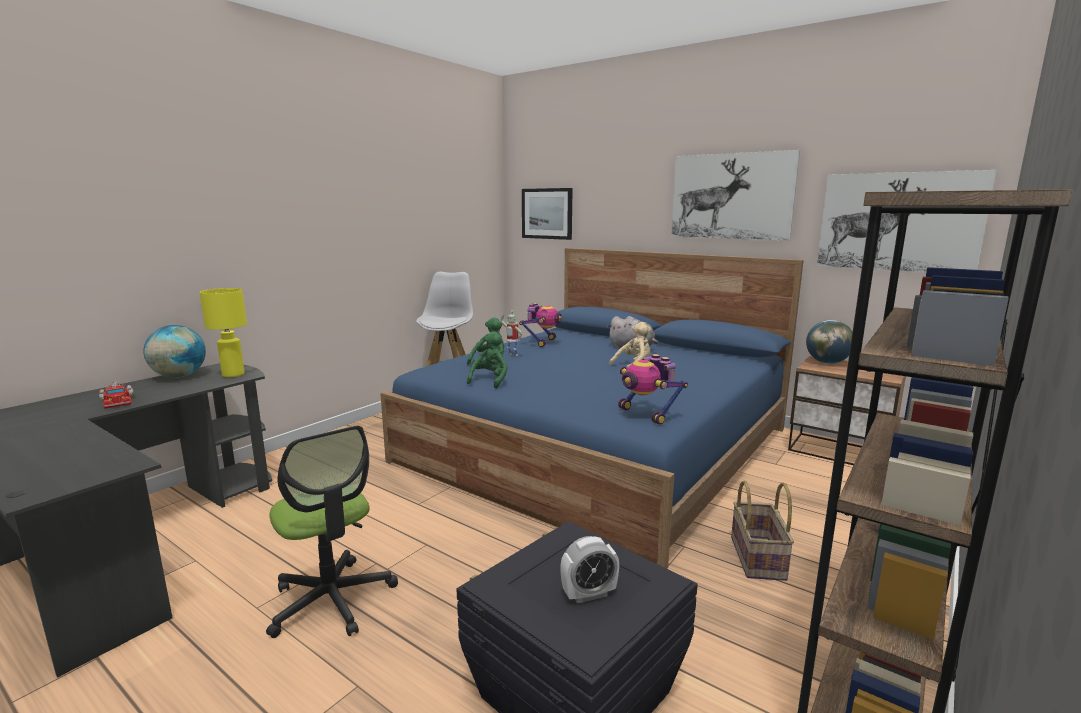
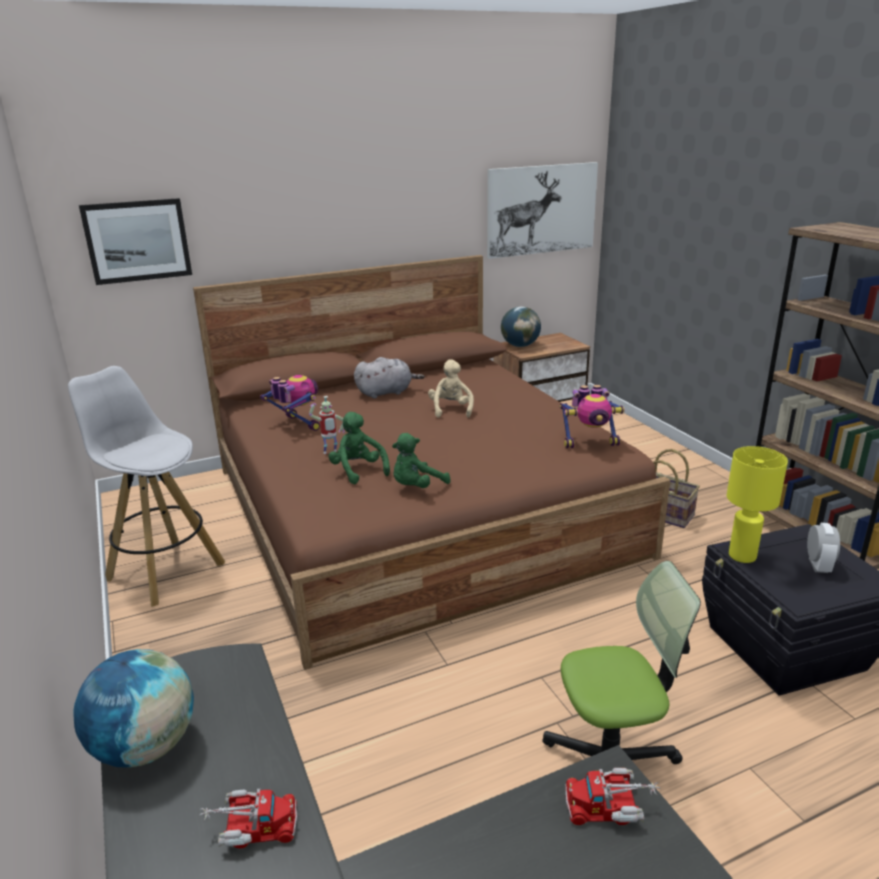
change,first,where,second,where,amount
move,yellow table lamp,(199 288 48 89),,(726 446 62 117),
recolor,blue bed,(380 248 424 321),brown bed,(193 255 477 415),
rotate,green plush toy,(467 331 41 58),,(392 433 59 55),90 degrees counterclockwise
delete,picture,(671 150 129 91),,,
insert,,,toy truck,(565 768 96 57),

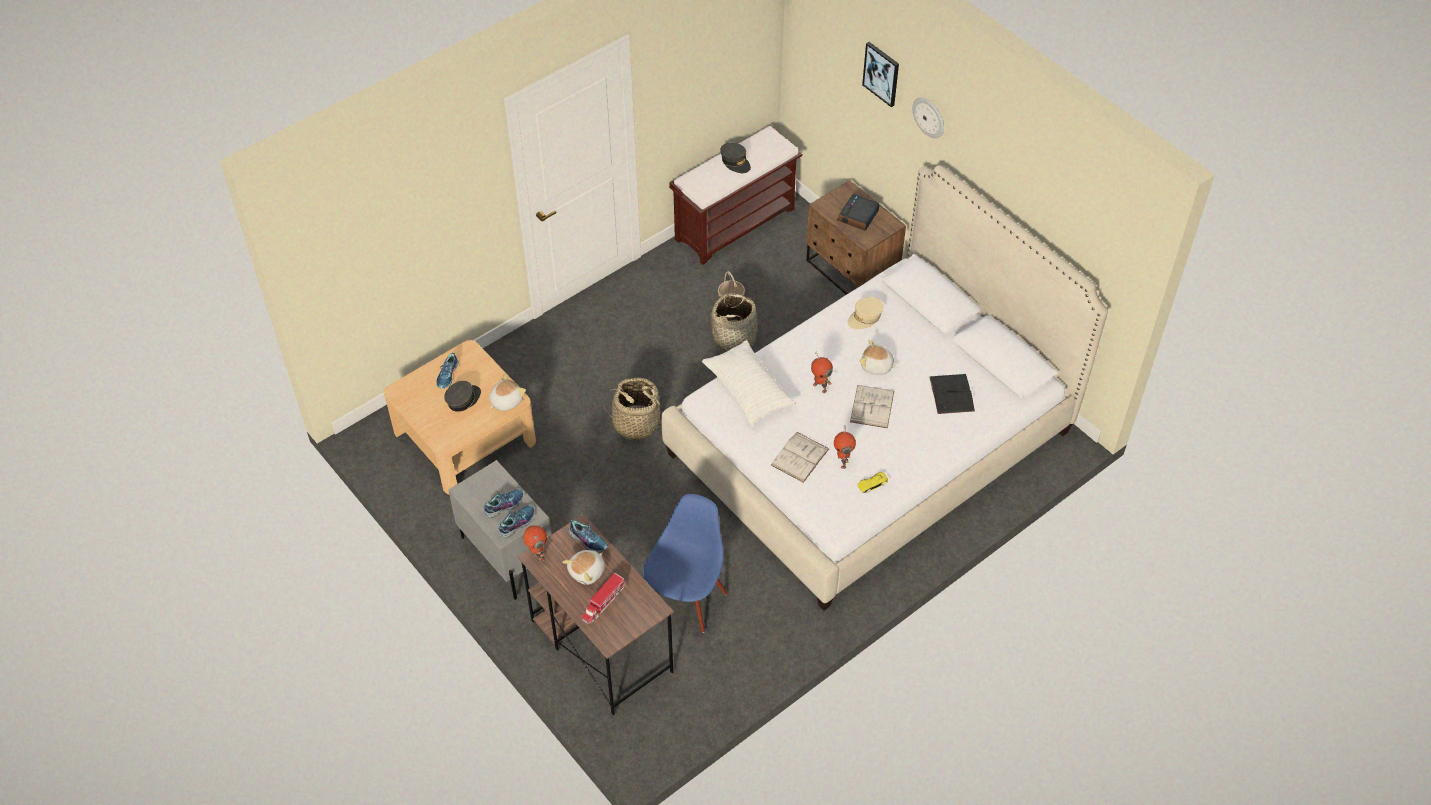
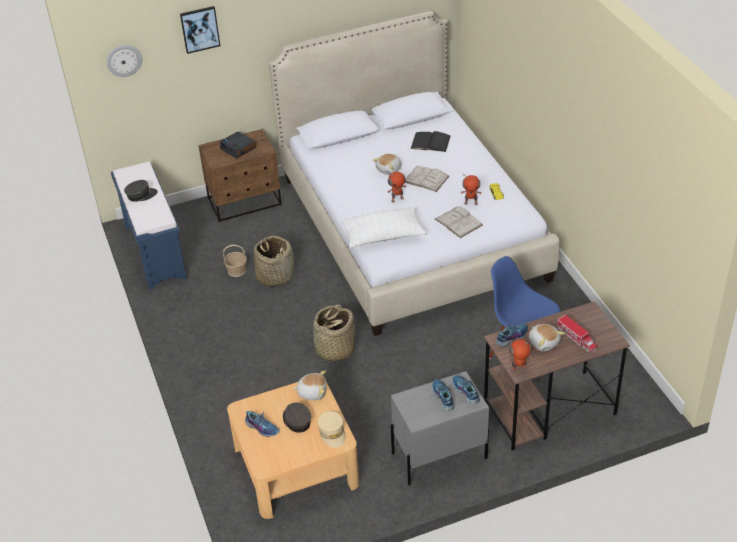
change,first,where,second,where,amount
rotate,plush toy,(489 374 37 37),,(293 371 34 29),120 degrees clockwise
recolor,brown bench,(669 125 133 140),blue bench,(111 162 76 128),
move,beige cap,(848 297 36 32),,(318 411 28 37),
move,wall clock,(913 98 31 40),,(107 45 35 32),

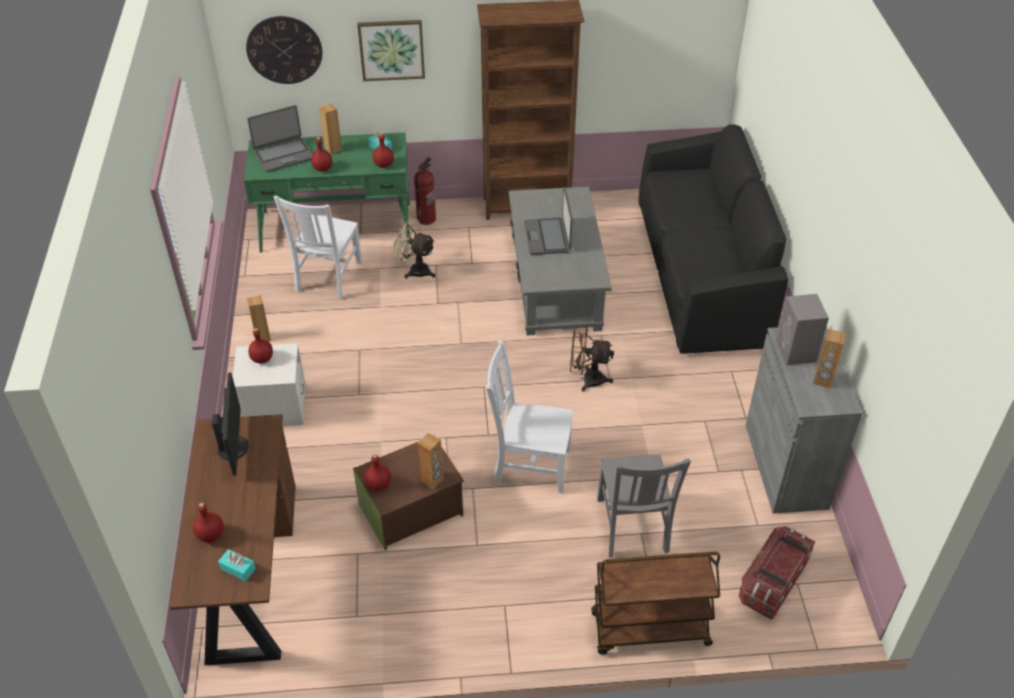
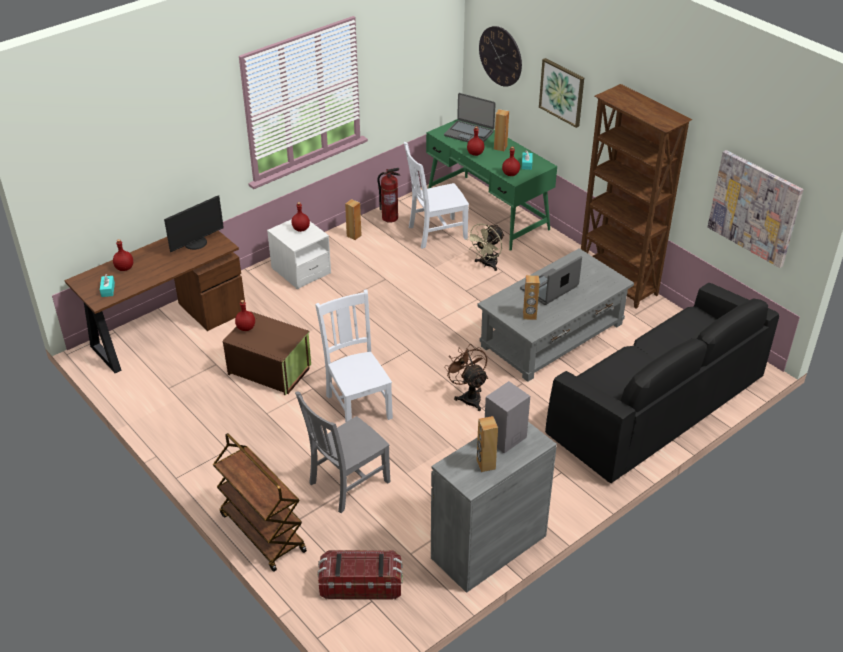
change,first,where,second,where,amount
rotate,beige fan,(389 217 47 62),,(466 224 39 47),135 degrees counterclockwise
move,fire extinguisher,(414 157 22 68),,(377 168 23 55),
move,brown speaker,(417 433 26 57),,(523 275 17 45),
insert,,,picture,(708 150 95 118),

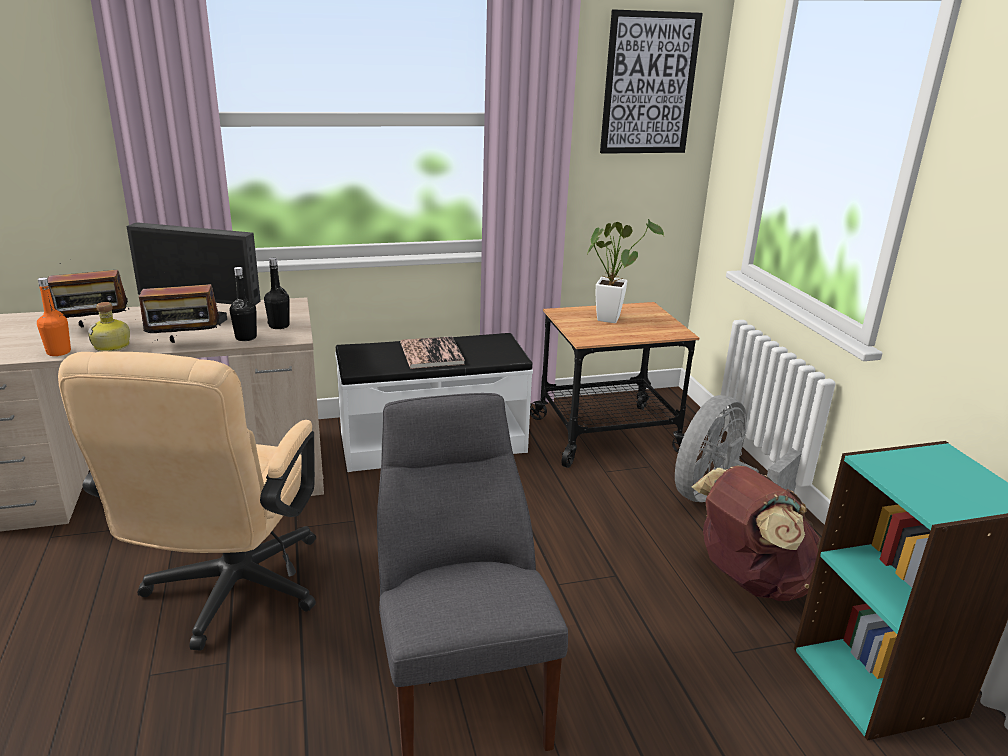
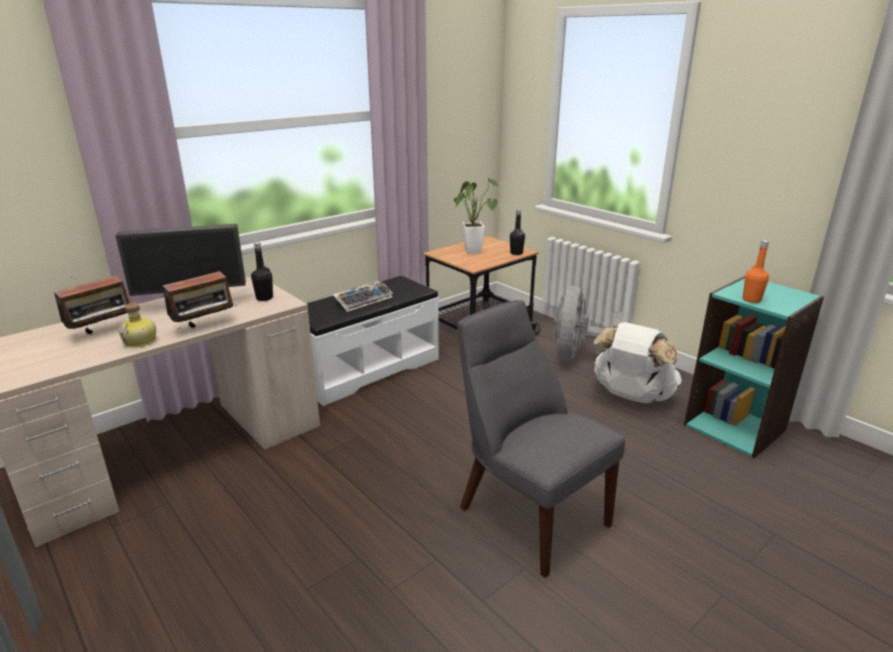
change,first,where,second,where,amount
move,orange bottle,(37 277 34 79),,(743 240 26 63),
delete,beige office chair,(58 351 258 300),,,
move,black bottle,(230 267 27 74),,(510 210 15 45),
replace,book,(400 336 65 33),keyboard,(333 281 60 31),
delete,picture,(600 9 103 145),,,
recolor,brown backpack,(692 465 128 136),white backpack,(593 322 89 81),

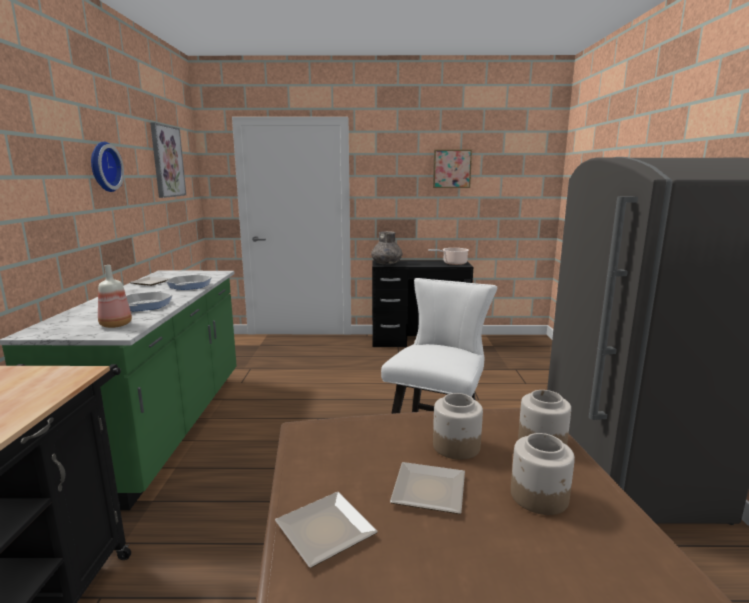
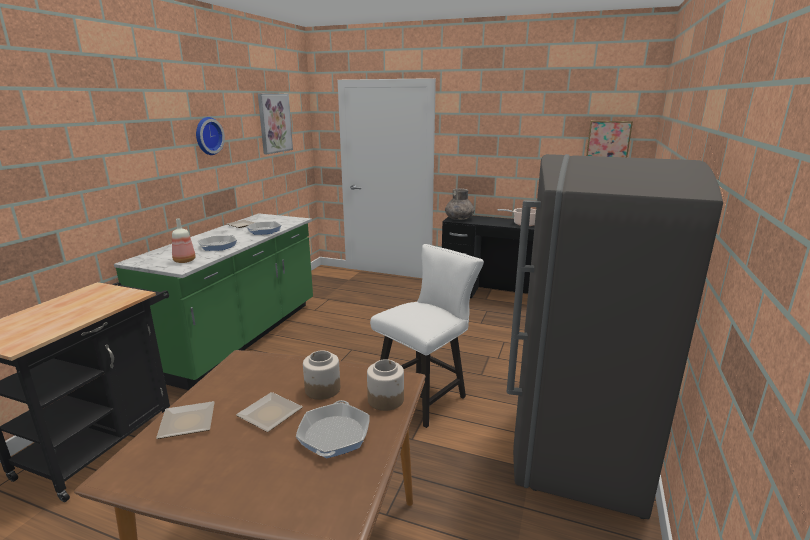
change,first,where,second,where,amount
move,picture,(433 149 39 39),,(586 121 47 36),
replace,jar,(511 433 64 82),frying pan,(296 400 74 58),

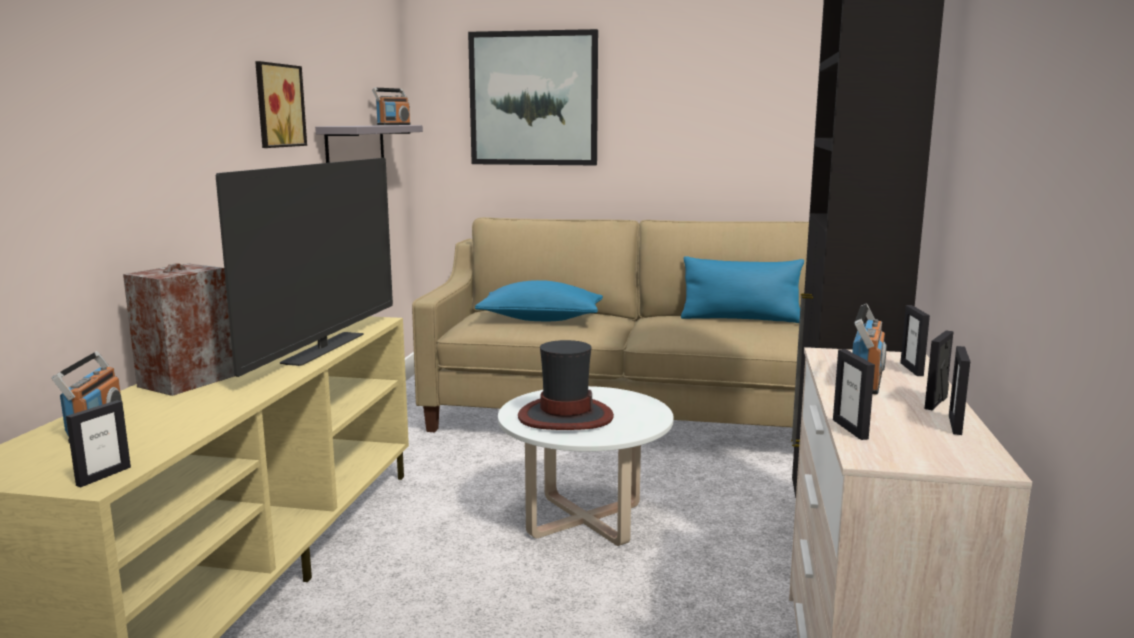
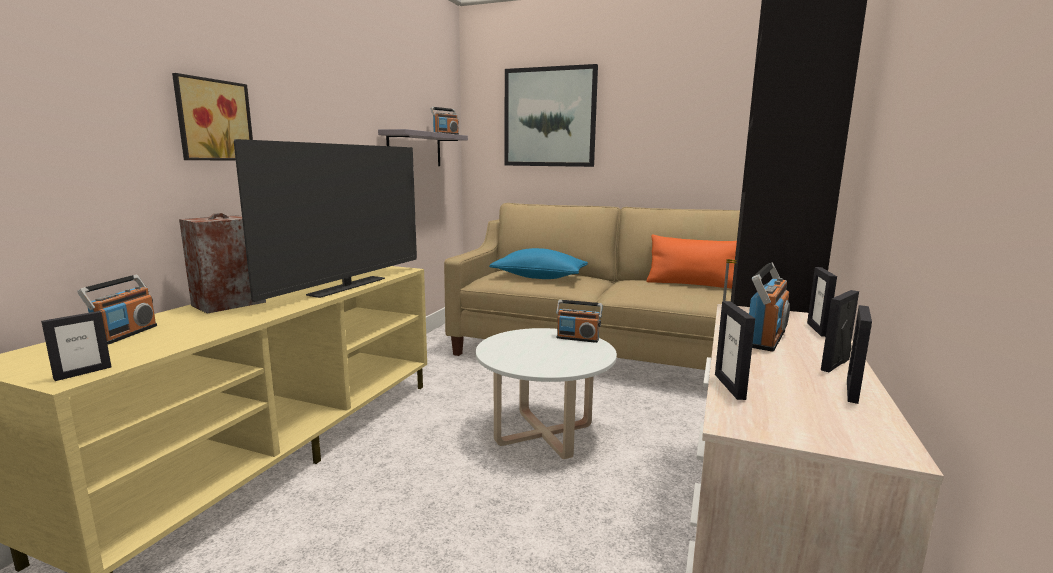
change,first,where,second,where,amount
move,picture,(255 61 52 87),,(172 73 81 88),
delete,hat,(518 340 96 90),,,
recolor,blue pillow,(681 256 123 67),orange pillow,(647 235 90 54),
insert,,,radio,(556 300 47 43),

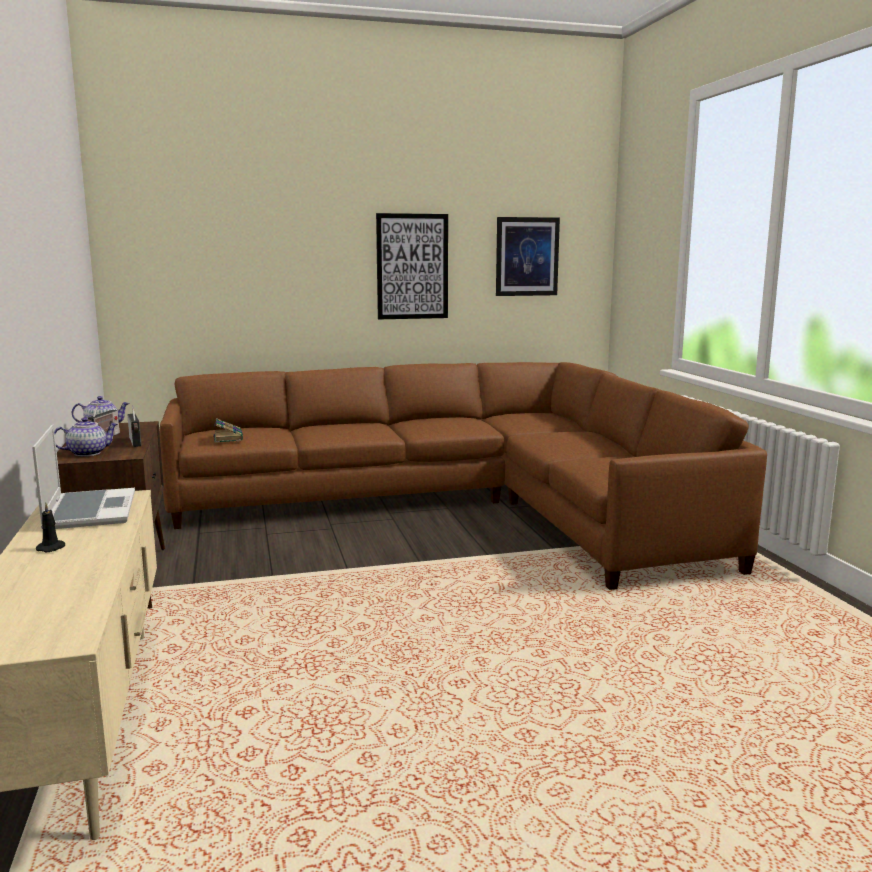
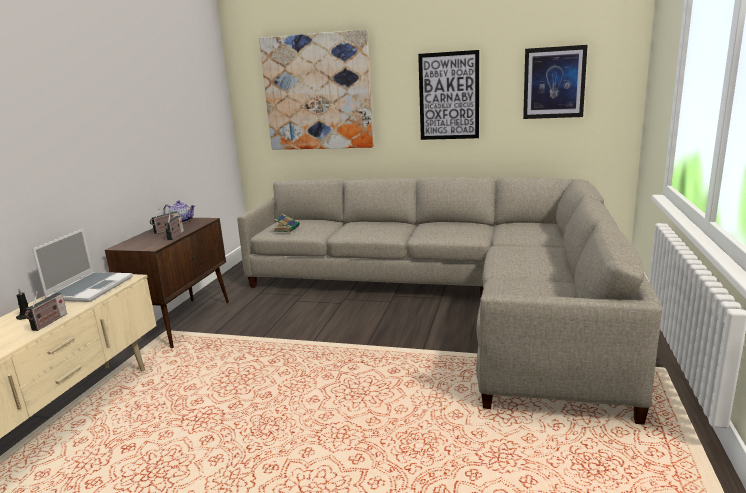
change,first,where,second,where,amount
delete,teapot,(54 417 64 39),,,
recolor,brown sofa,(159 362 608 228),grey sofa,(237 177 425 248),
insert,,,radio,(25 291 42 40),
insert,,,picture,(259 29 115 121),

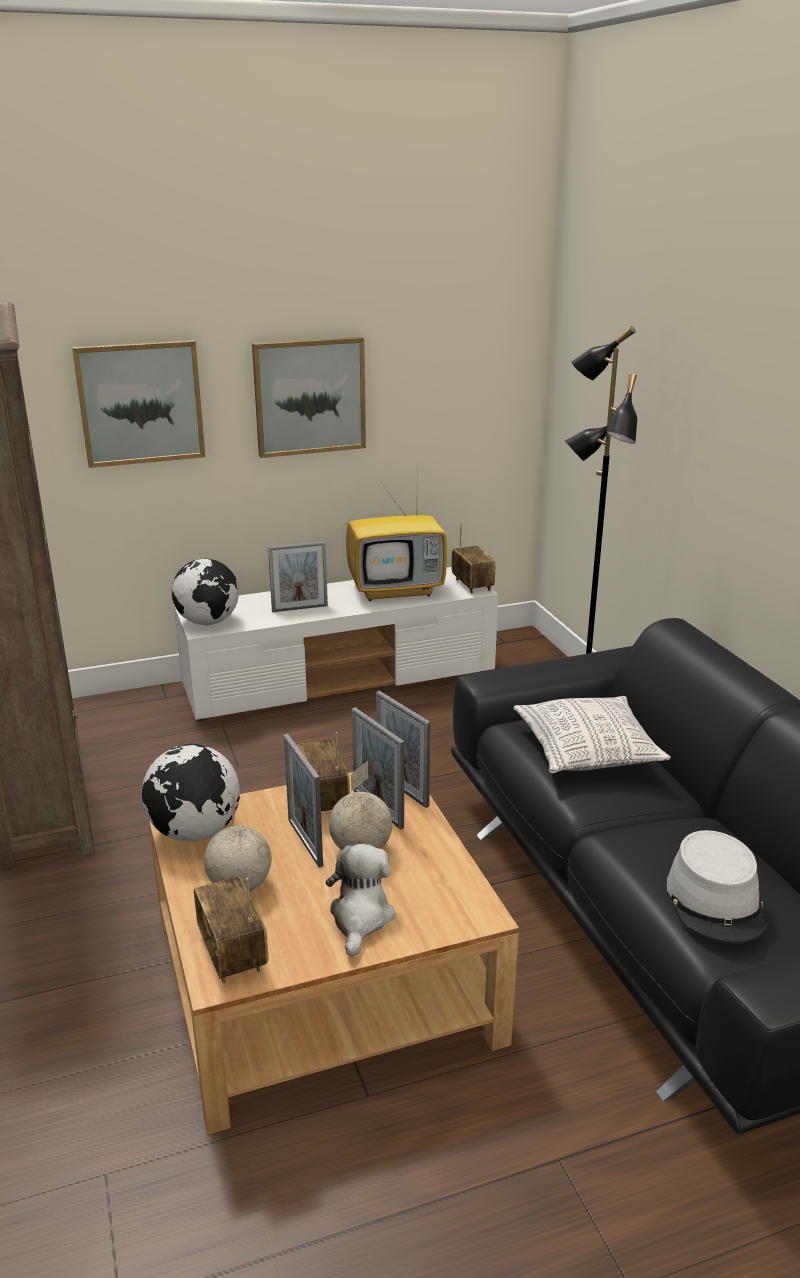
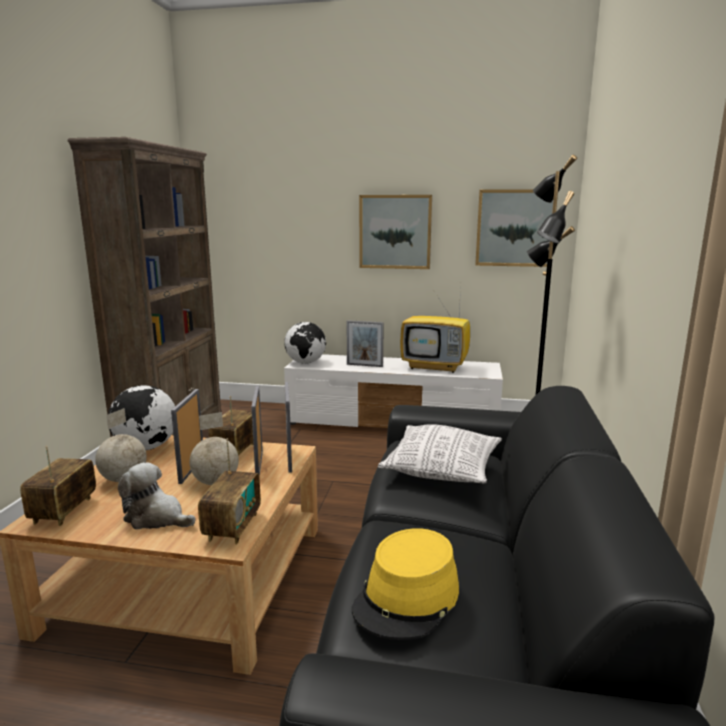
change,first,where,second,where,amount
move,picture,(72 340 133 128),,(475 189 78 78),
rotate,plush toy,(326 844 69 113),,(118 462 78 67),105 degrees counterclockwise
move,radio,(451 523 45 71),,(198 438 63 106),
recolor,grey hat,(667 830 99 114),yellow hat,(352 528 107 112),

